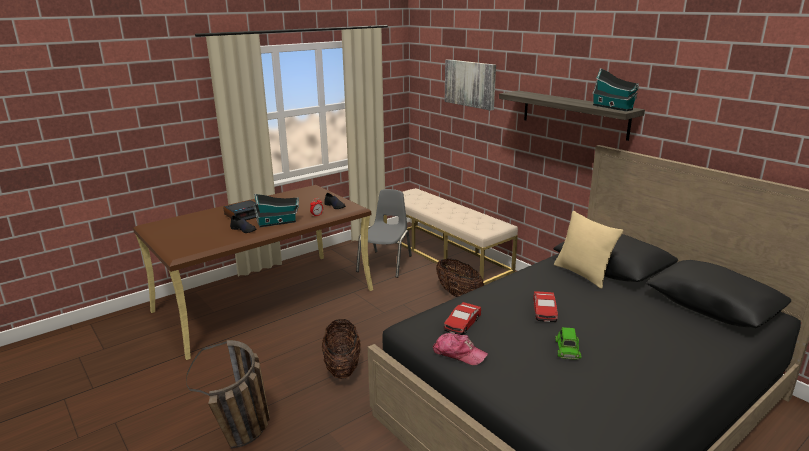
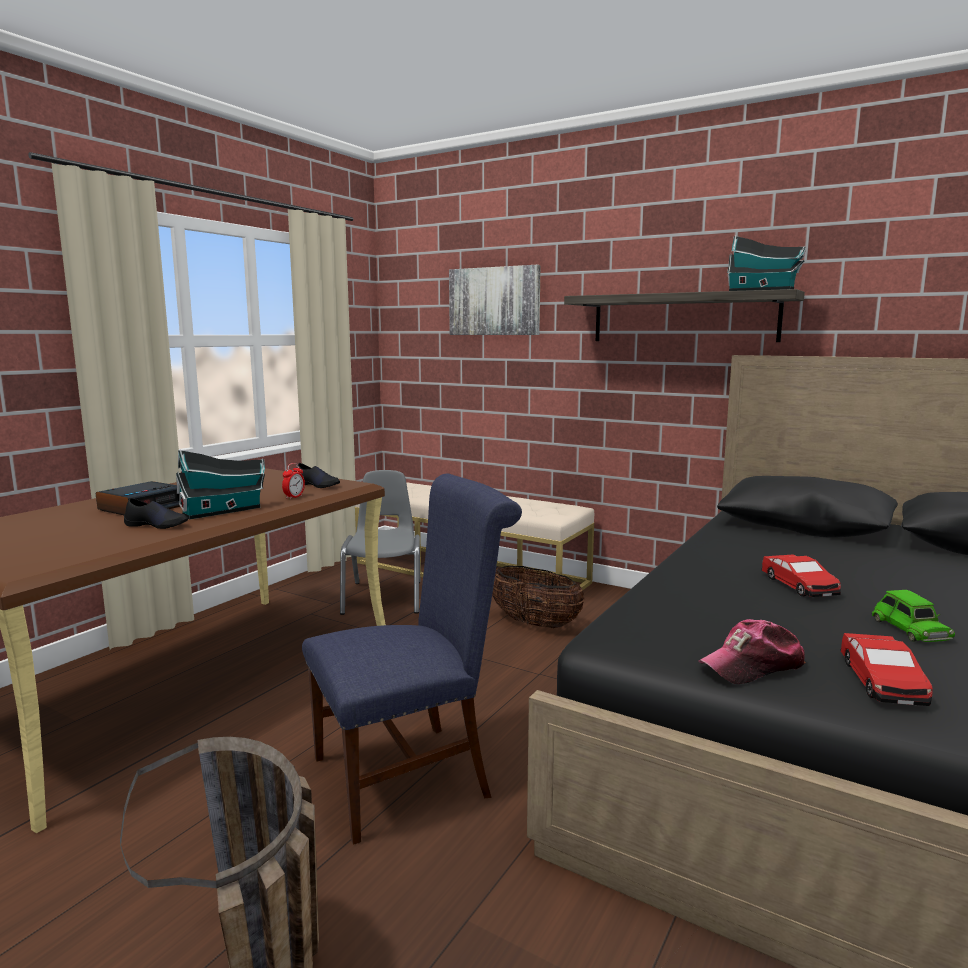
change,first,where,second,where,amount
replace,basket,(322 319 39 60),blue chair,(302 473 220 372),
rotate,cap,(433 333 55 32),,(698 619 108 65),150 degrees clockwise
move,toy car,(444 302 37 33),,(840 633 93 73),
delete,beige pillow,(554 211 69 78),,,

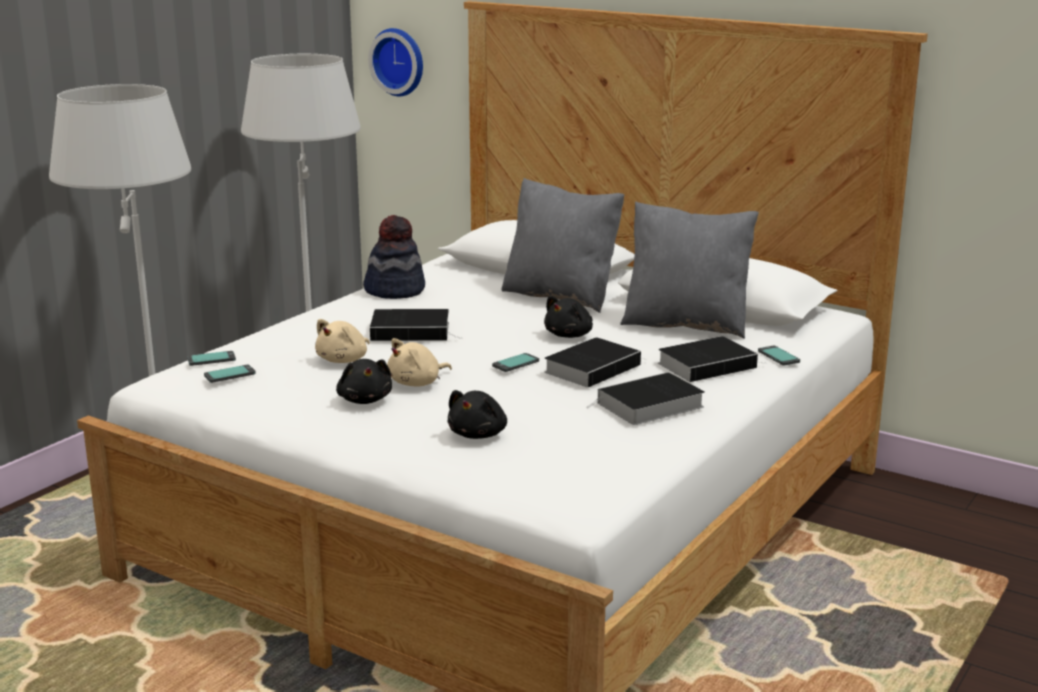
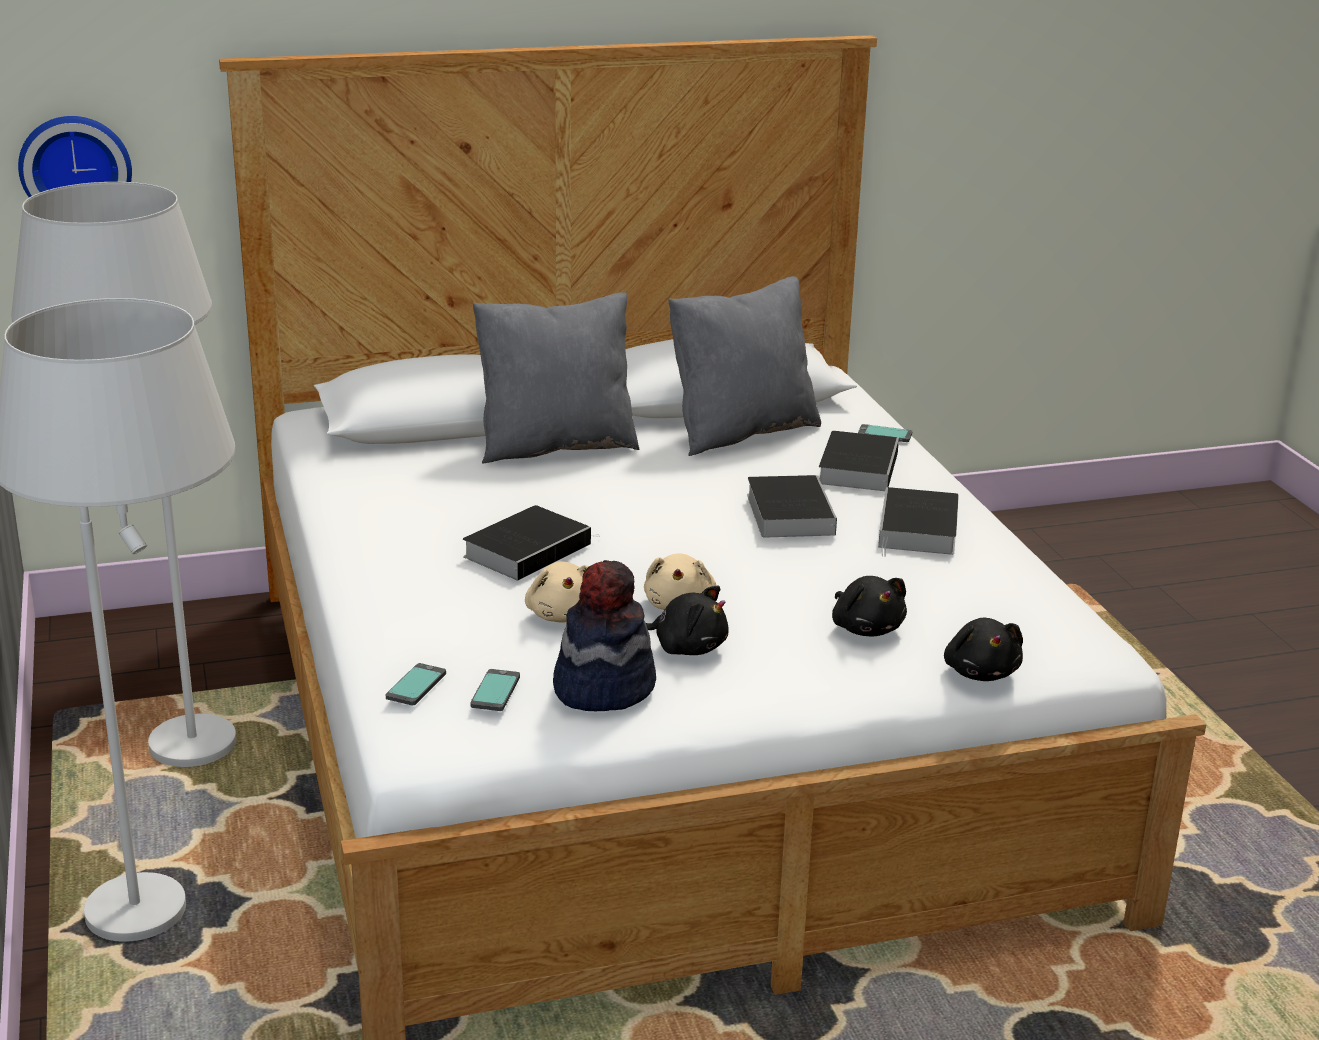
change,first,where,second,where,amount
move,hat,(363 215 62 84),,(553 560 103 151),
delete,phone,(492 353 47 19),,,
move,black plush toy,(544 296 49 42),,(944 618 79 63),

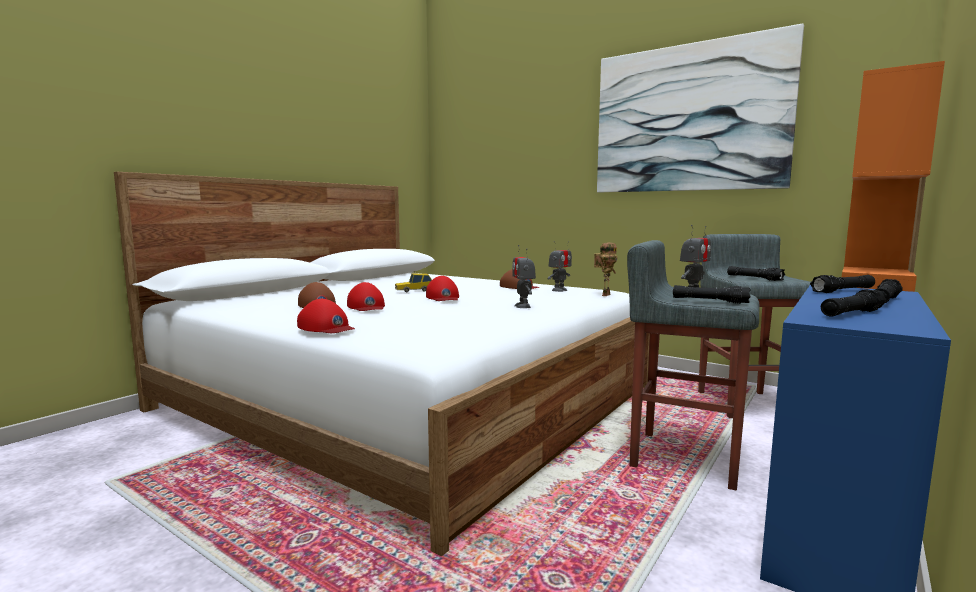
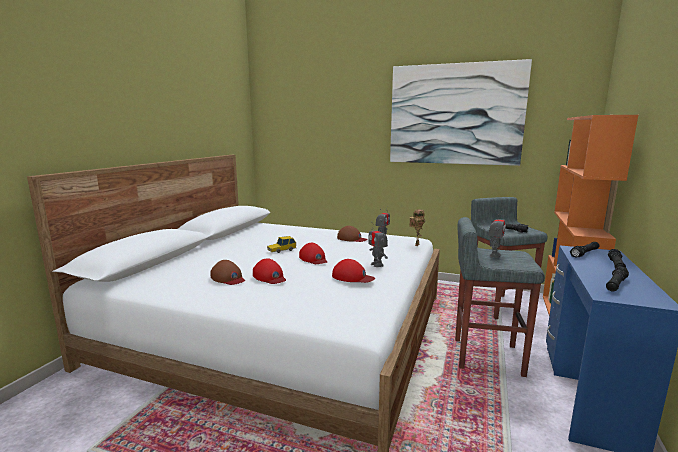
change,first,where,second,where,amount
move,red cap,(297 299 58 34),,(332 259 43 24),
delete,black flashlight,(673 285 78 19),,,

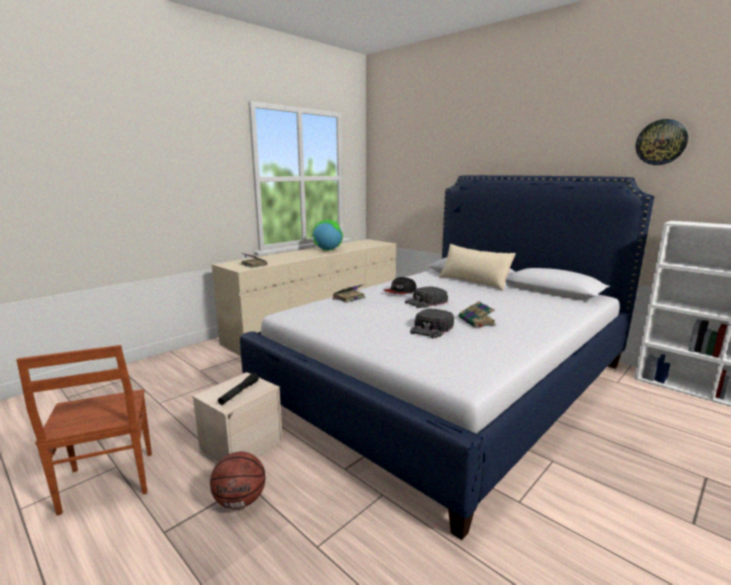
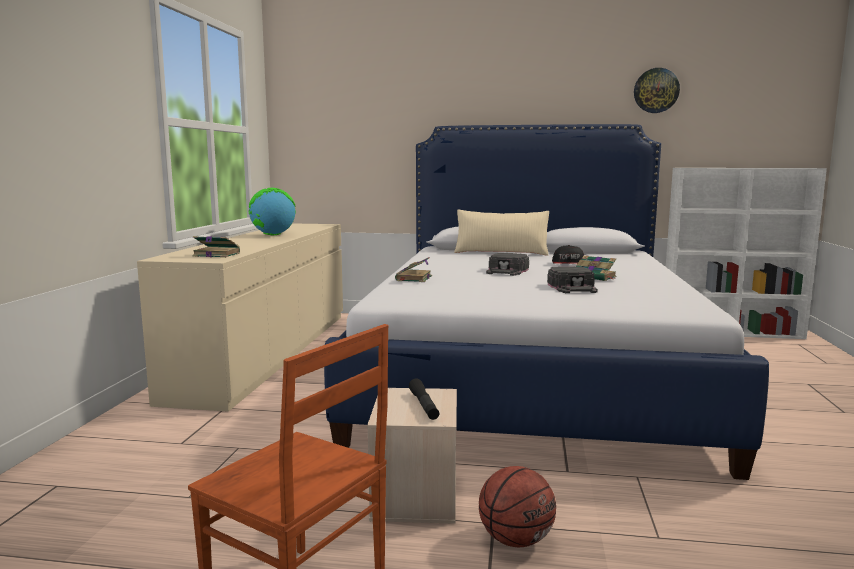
change,first,where,second,where,amount
move,cap,(383 277 34 17),,(552 245 32 19),

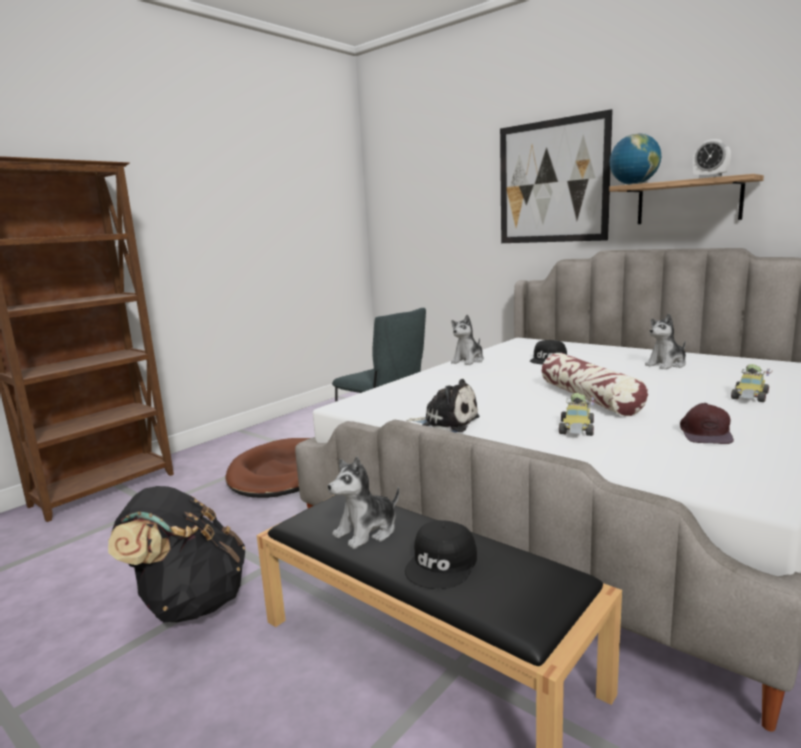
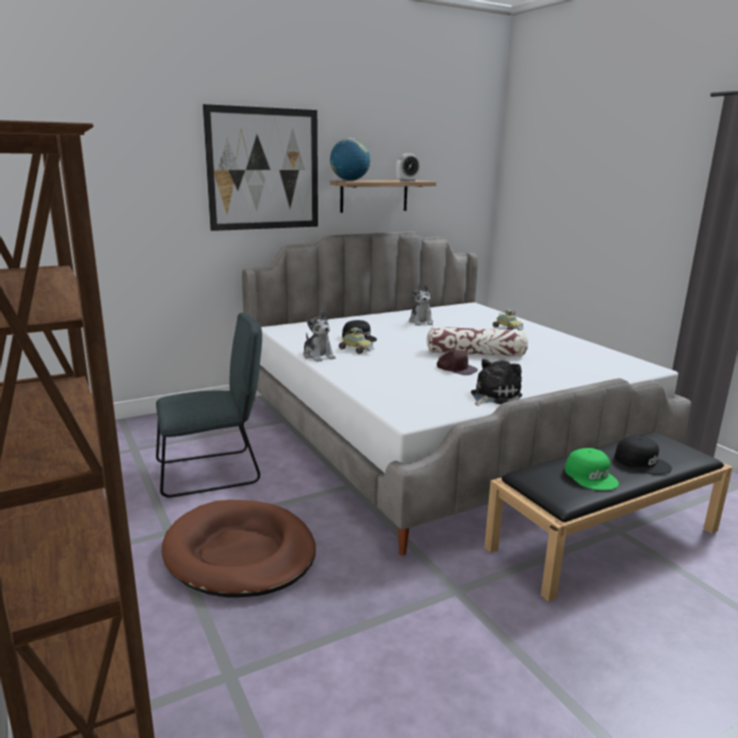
change,first,where,second,where,amount
delete,black backpack,(108 486 137 136),,,
replace,plush toy,(328 457 71 92),green cap,(565 448 54 42),
move,toy car,(559 393 38 43),,(339 327 36 27),
move,brown cap,(680 403 54 41),,(437 350 41 25),

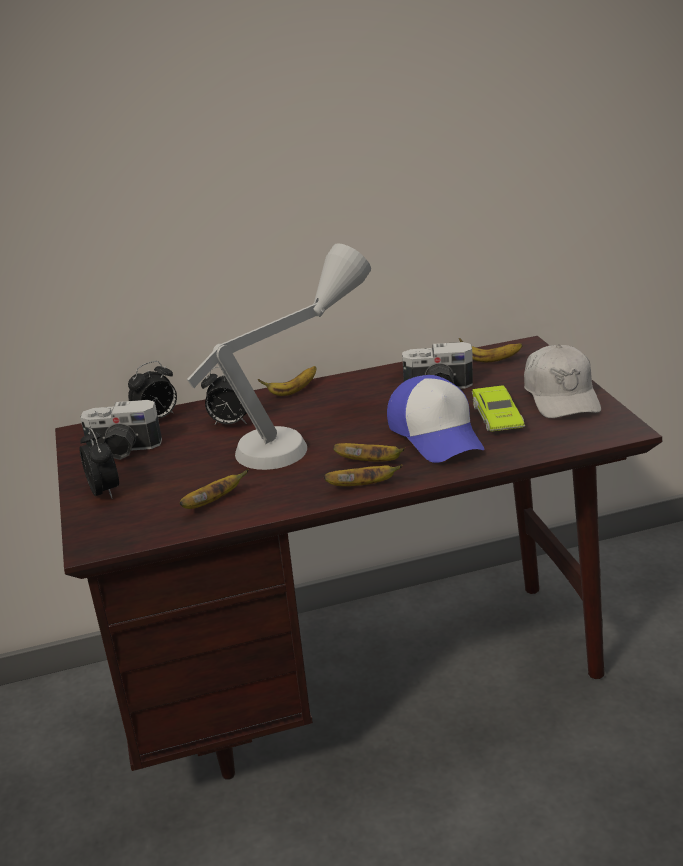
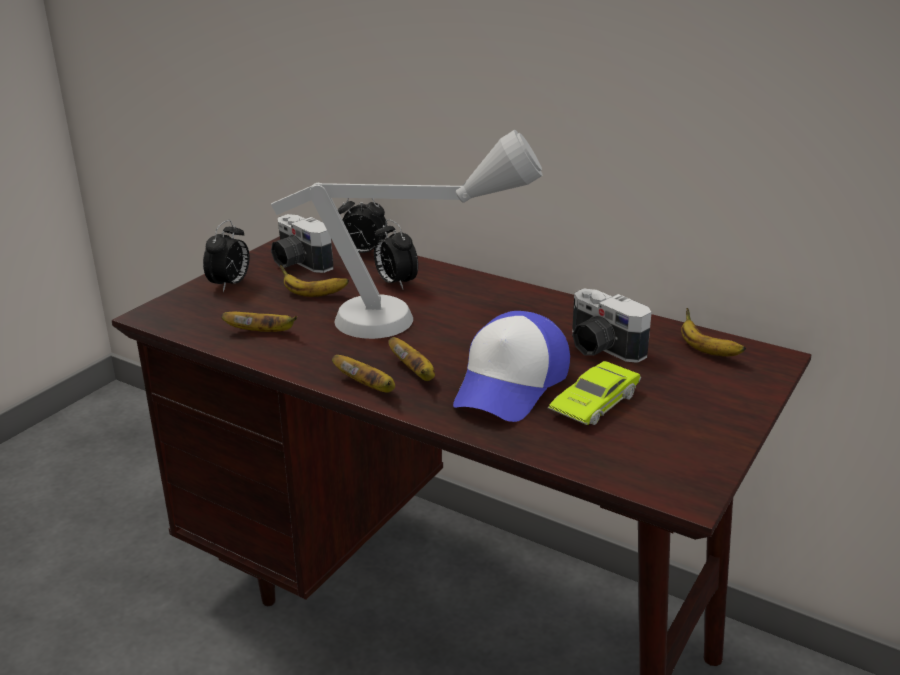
change,first,where,second,where,amount
move,banana,(258 366 59 30),,(280 265 69 32),
delete,white cap,(524 345 77 73),,,

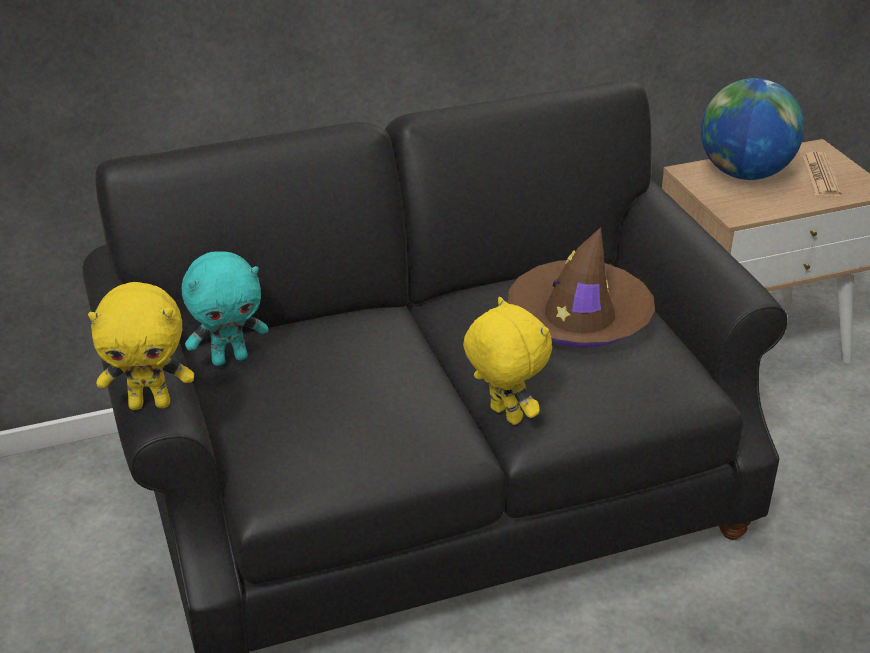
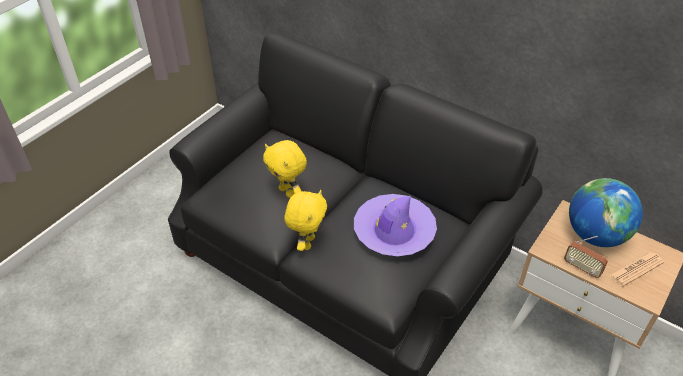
change,first,where,second,where,amount
move,yellow plush toy,(88 282 106 128),,(263 140 44 58),
delete,turquoise plush toy,(182 251 87 115),,,
recolor,brown hat,(508 227 147 121),purple hat,(354 194 83 62),
insert,,,radio,(564 236 44 42),

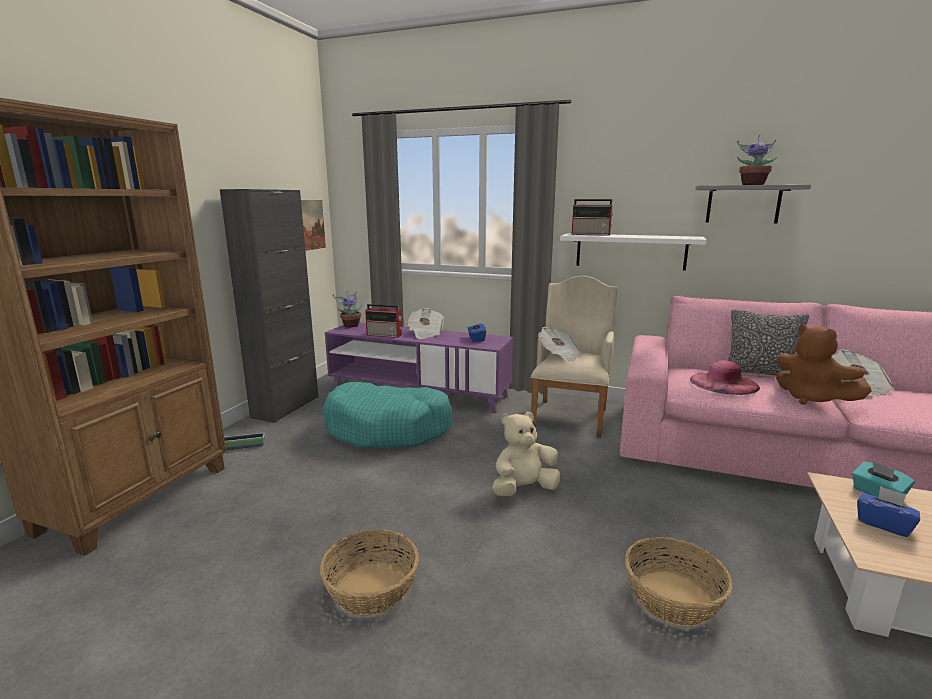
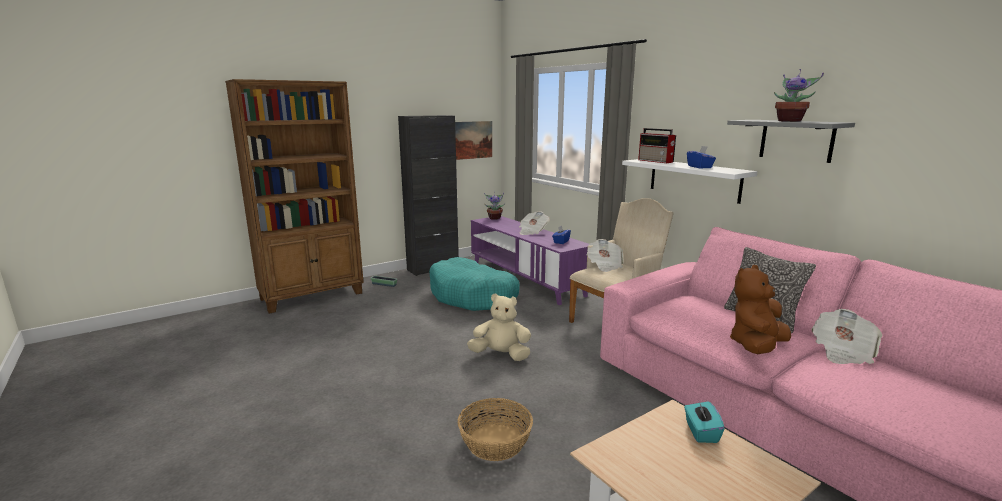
change,first,where,second,where,amount
delete,basket,(320 530 99 86),,,
delete,radio,(365 304 37 34),,,
delete,pink hat,(690 360 70 35),,,
rotate,brown plush toy,(776 325 96 79),,(730 265 61 89),45 degrees clockwise
move,blue tissue box,(857 486 63 51),,(687 146 29 22),

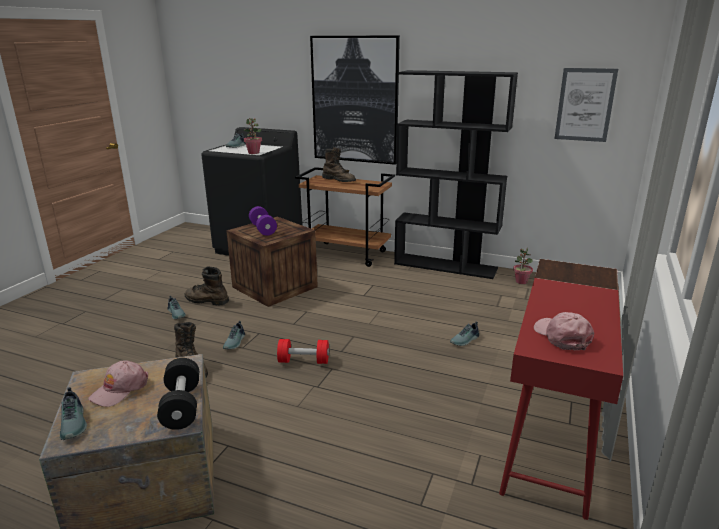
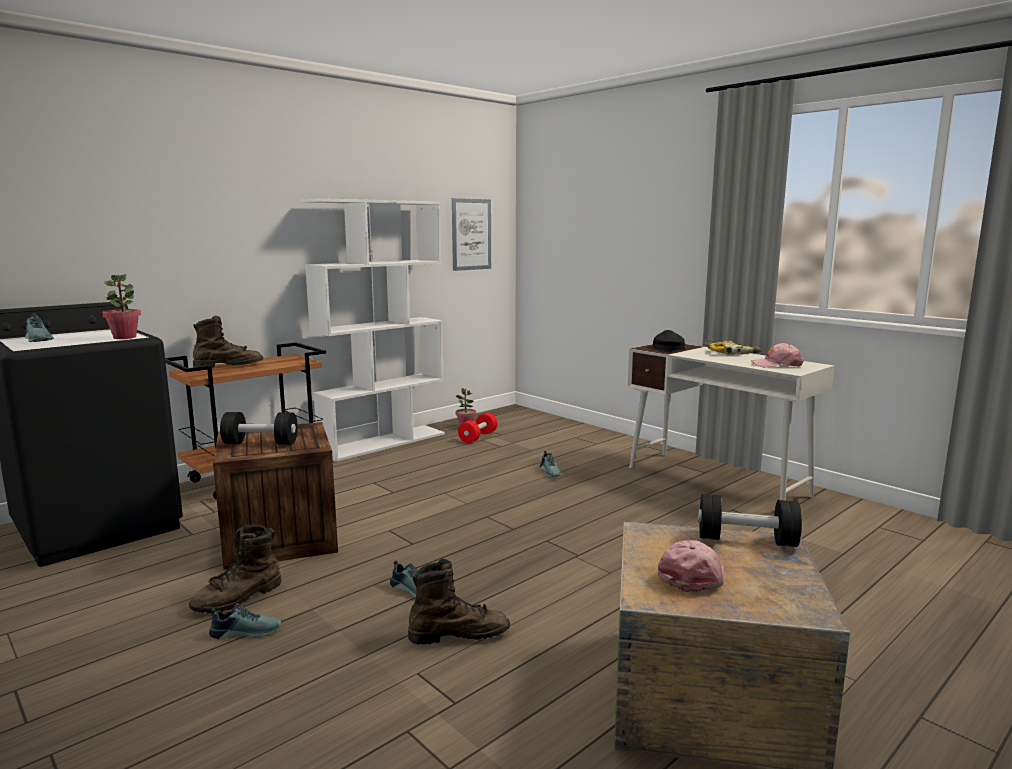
change,first,where,second,where,amount
delete,shoe,(60 387 27 53),,,
rotate,pink cap,(88 360 60 47),,(658 540 66 52),120 degrees counterclockwise
recolor,purple dumbbell,(249 206 28 30),black dumbbell,(220 412 78 33),
move,red dumbbell,(277 339 52 25),,(458 413 40 30),
delete,picture,(310 35 90 130),,,
recolor,black bookcase,(394 70 124 209),white bookcase,(301 198 144 264),
recolor,red desk,(499 259 124 261),white desk,(628 344 207 156),
insert,,,black cap,(653 330 32 20),
insert,,,power drill,(704 340 57 15),

